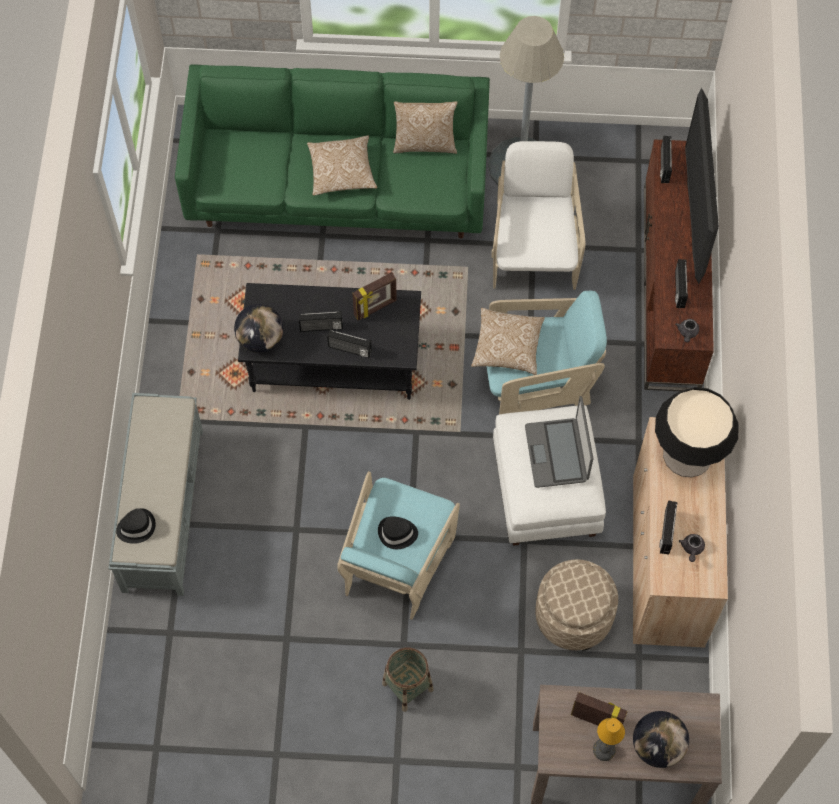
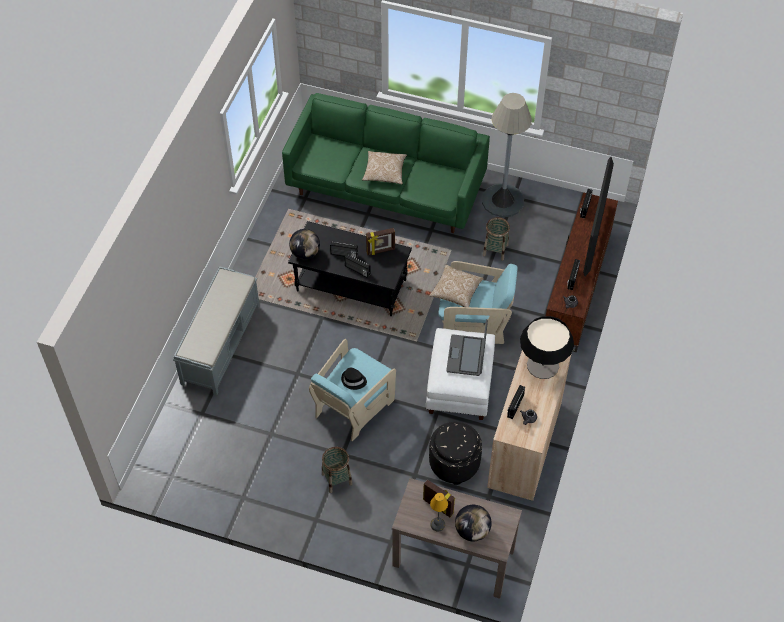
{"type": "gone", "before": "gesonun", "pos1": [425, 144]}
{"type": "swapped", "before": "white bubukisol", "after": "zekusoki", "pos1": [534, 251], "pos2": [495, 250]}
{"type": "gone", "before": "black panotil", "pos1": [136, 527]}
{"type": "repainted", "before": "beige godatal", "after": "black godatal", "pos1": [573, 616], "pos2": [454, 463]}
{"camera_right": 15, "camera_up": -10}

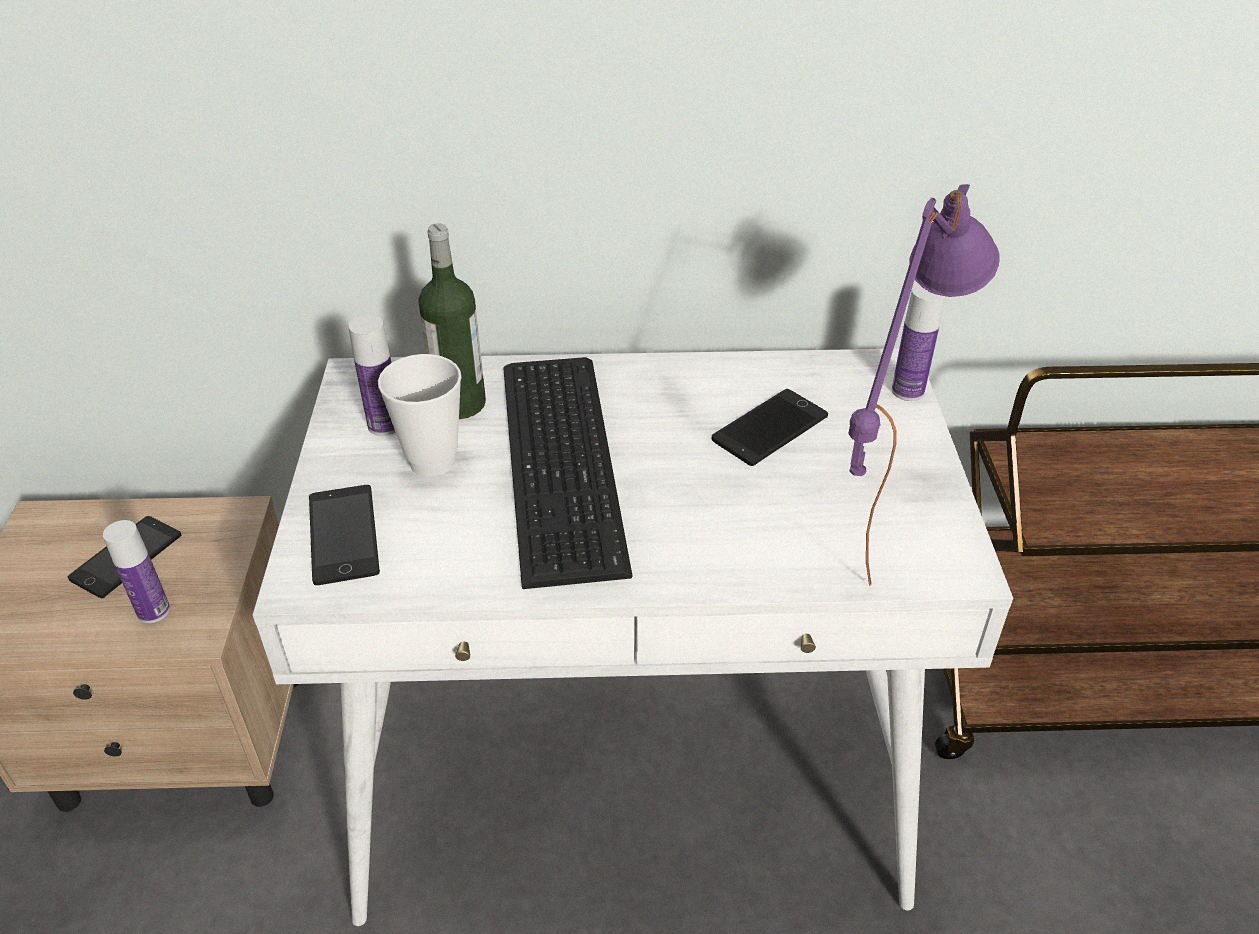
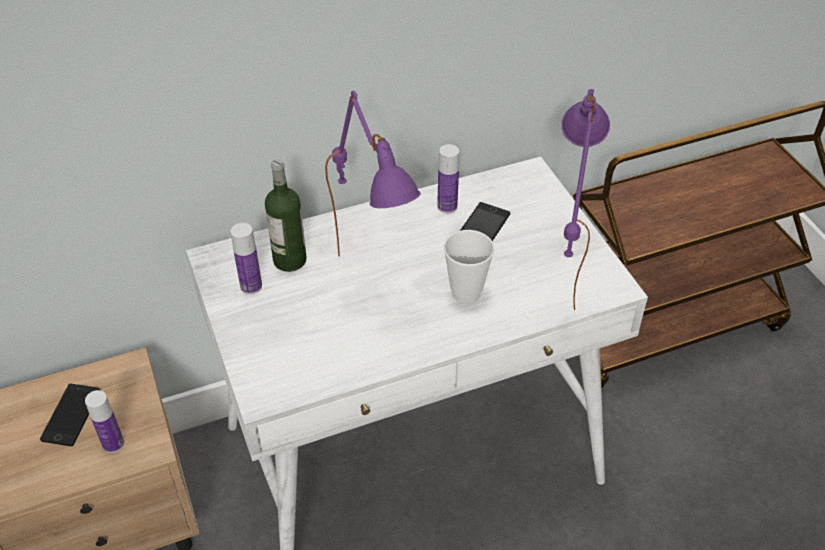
{"type": "shifted", "before": "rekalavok", "pos1": [907, 391], "pos2": [447, 206]}
{"type": "shifted", "before": "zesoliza", "pos1": [432, 461], "pos2": [466, 293]}
{"type": "swapped", "before": "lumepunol", "after": "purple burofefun", "pos1": [566, 460], "pos2": [374, 280]}
{"type": "gone", "before": "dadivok", "pos1": [343, 535]}
{"camera_right": -20, "camera_up": 5}

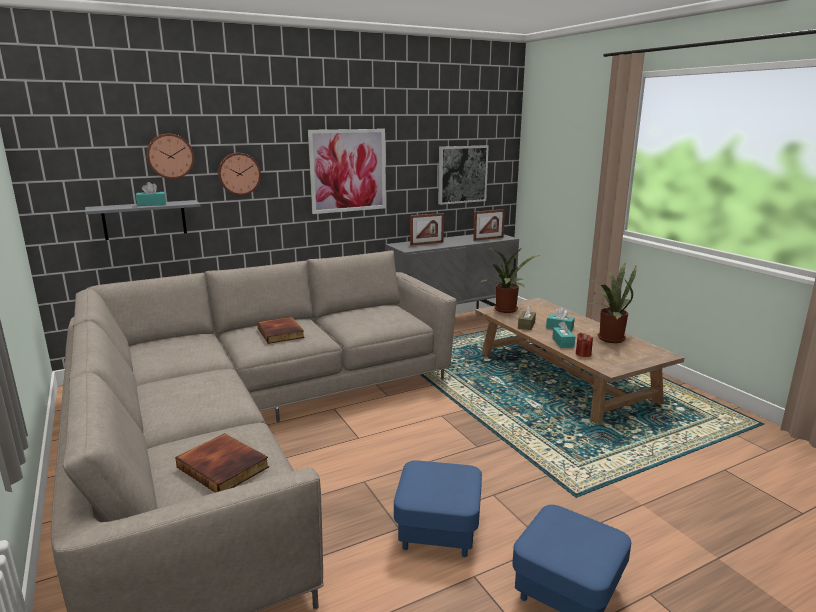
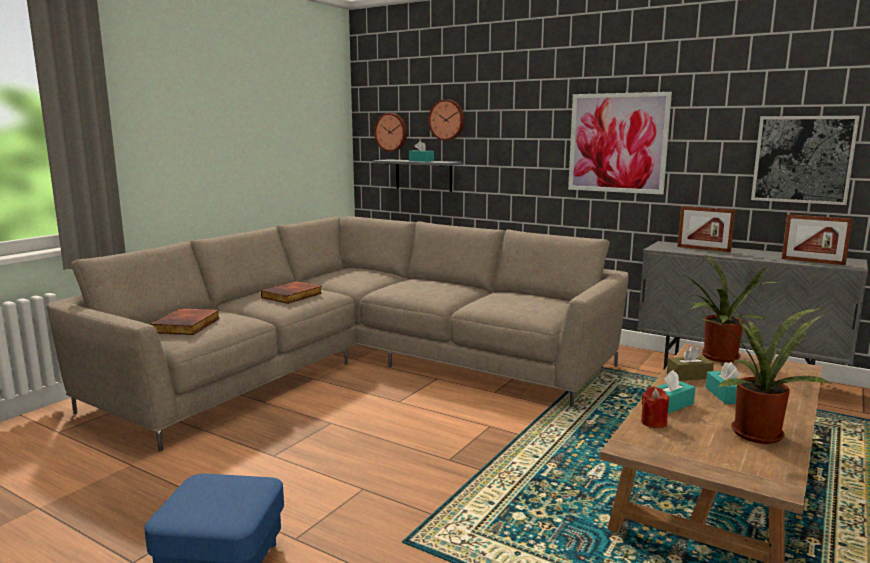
{"type": "shifted", "before": "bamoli", "pos1": [239, 173], "pos2": [391, 132]}
{"type": "shifted", "before": "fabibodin", "pos1": [282, 333], "pos2": [292, 296]}
{"type": "gone", "before": "blue godatal", "pos1": [438, 531]}
{"camera_right": 60, "camera_up": -5}

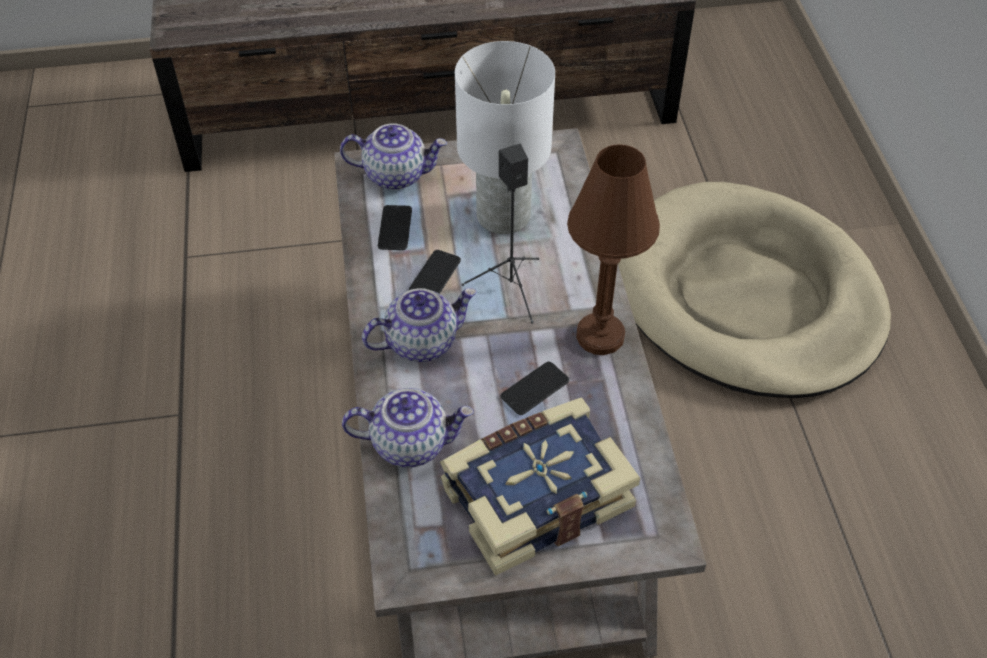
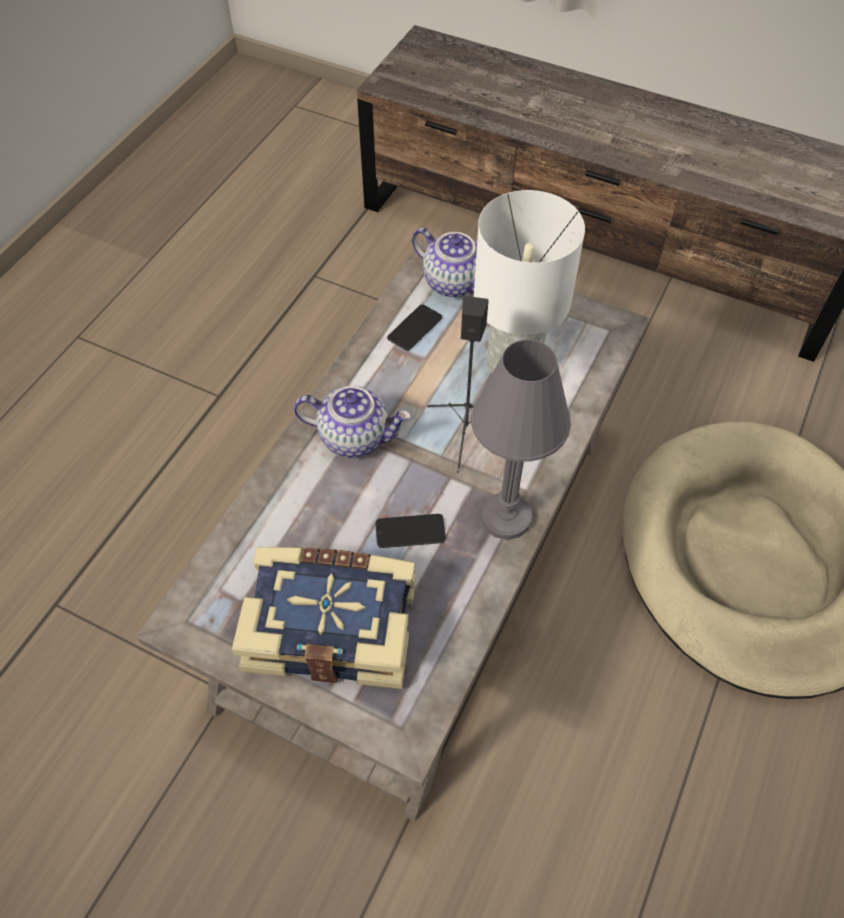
{"type": "repainted", "before": "brown burofefun", "after": "grey burofefun", "pos1": [600, 336], "pos2": [506, 518]}
{"type": "gone", "before": "dadivok", "pos1": [435, 276]}
{"type": "gone", "before": "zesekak", "pos1": [411, 443]}
{"camera_right": 35, "camera_up": 5}

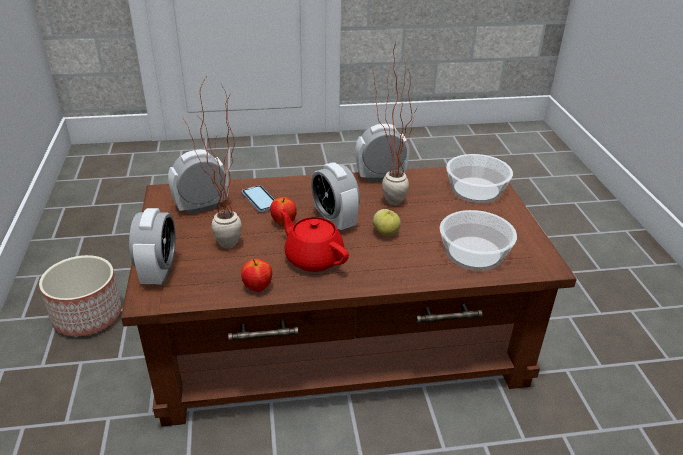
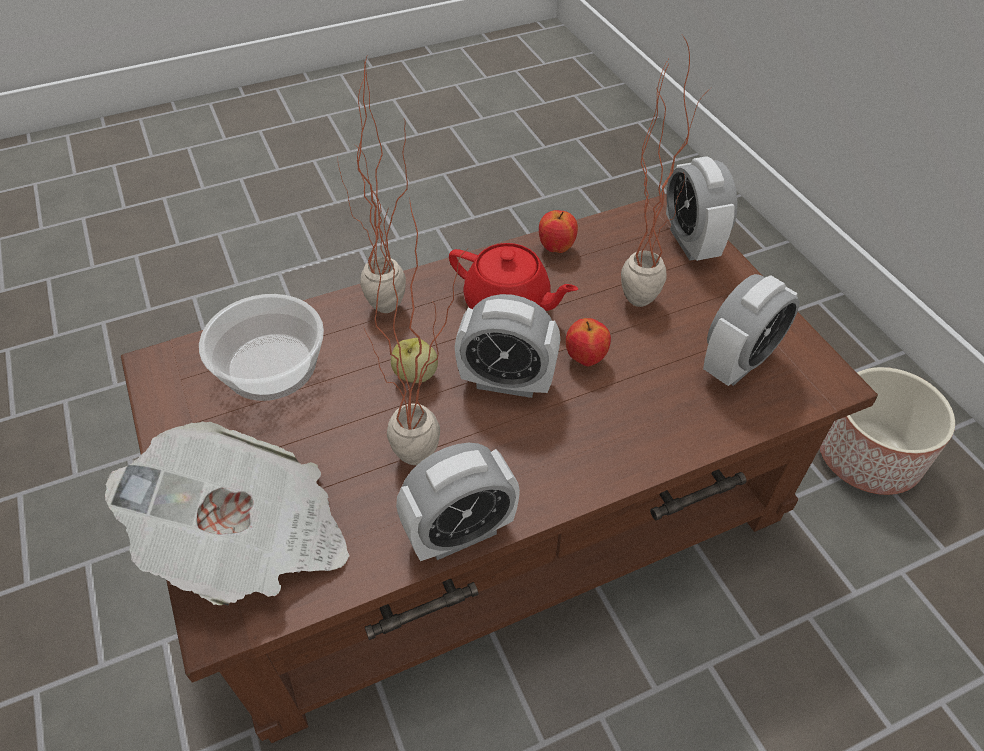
{"type": "swapped", "before": "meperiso", "after": "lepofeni", "pos1": [475, 190], "pos2": [251, 539]}
{"type": "rotated", "before": "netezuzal", "pos1": [334, 221], "pos2": [506, 382], "turn": 150}
{"type": "gone", "before": "dadivok", "pos1": [260, 200]}
{"type": "new", "after": "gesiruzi", "pos2": [392, 315]}
{"camera_right": 165, "camera_up": 15}

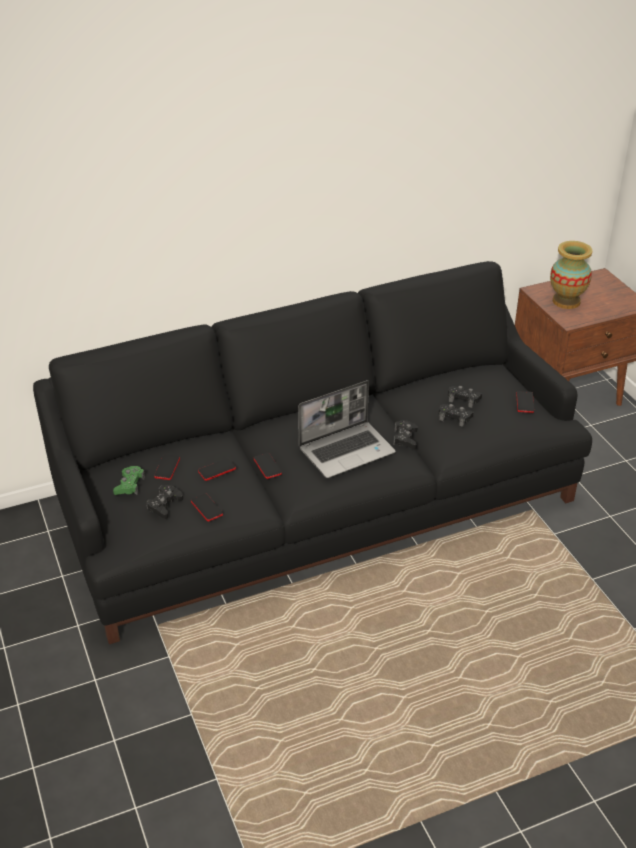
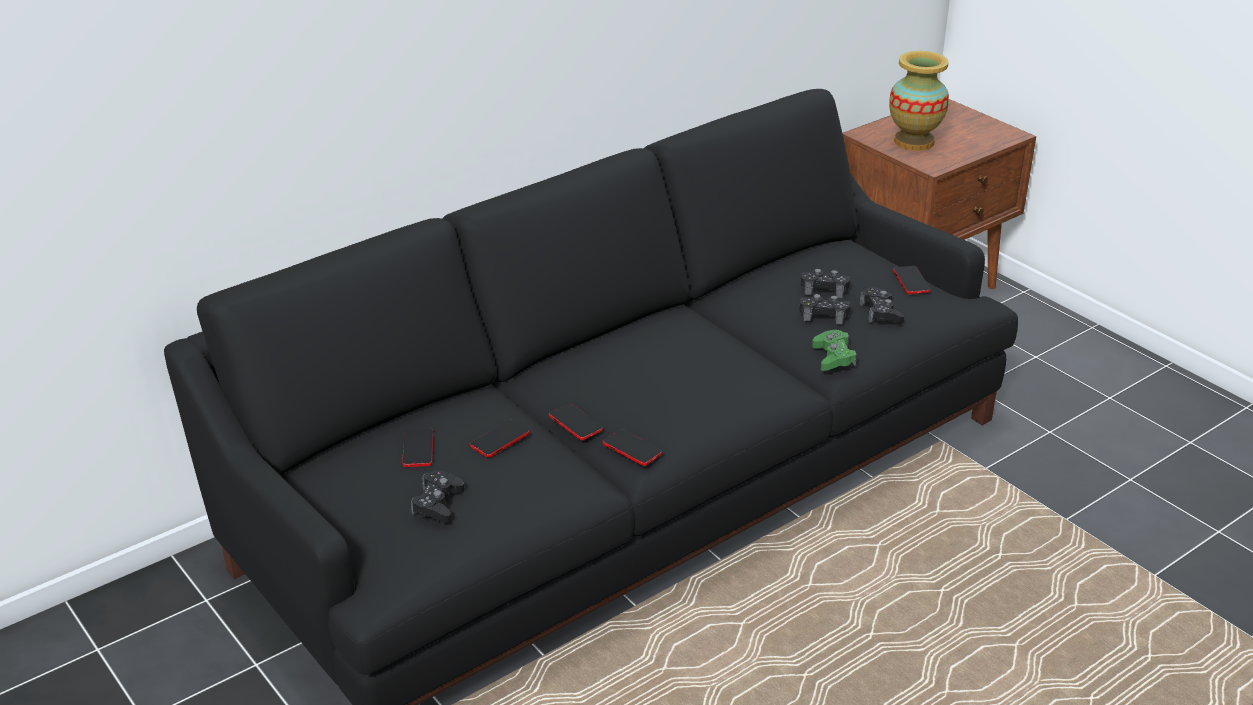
{"type": "gone", "before": "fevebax", "pos1": [347, 450]}
{"type": "shifted", "before": "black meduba", "pos1": [405, 438], "pos2": [880, 312]}
{"type": "shifted", "before": "green meduba", "pos1": [129, 485], "pos2": [833, 357]}
{"type": "shifted", "before": "dadivok", "pos1": [206, 508], "pos2": [632, 448]}
{"camera_right": -15, "camera_up": -5}

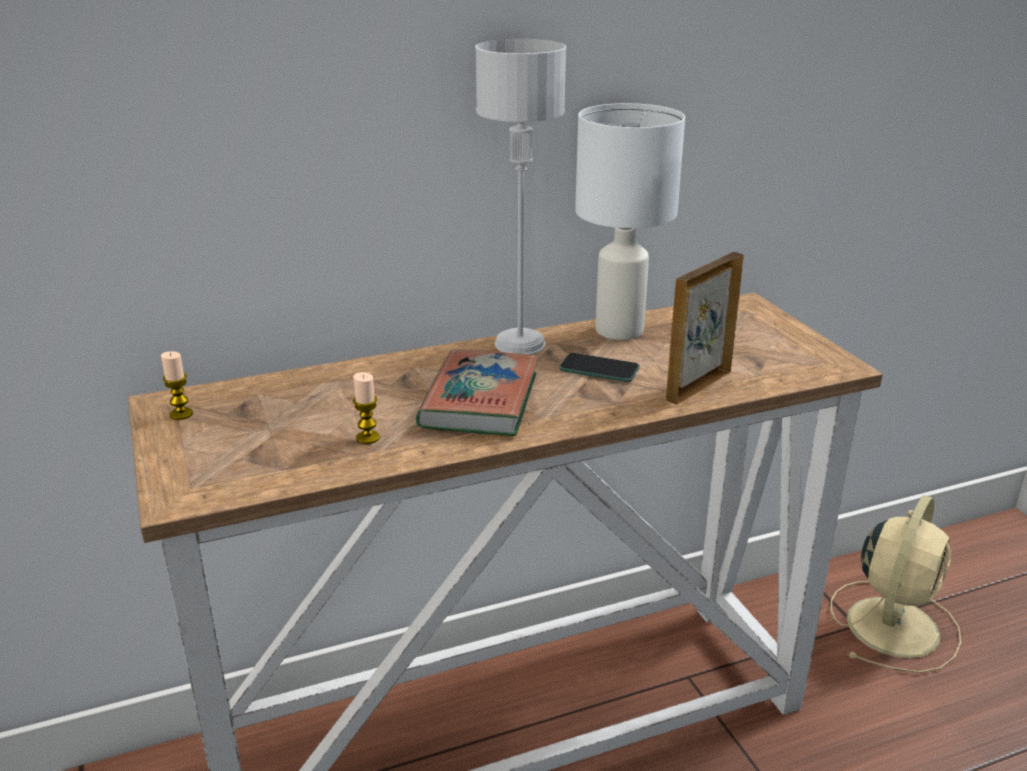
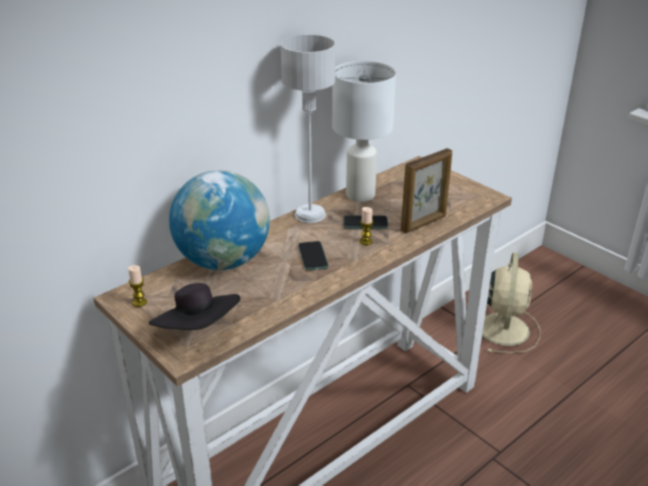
{"type": "rotated", "before": "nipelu", "pos1": [697, 386], "pos2": [424, 223], "turn": -150}
{"type": "swapped", "before": "fabibodin", "after": "dadivok", "pos1": [480, 401], "pos2": [313, 256]}
{"type": "shifted", "before": "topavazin", "pos1": [368, 438], "pos2": [366, 241]}
{"type": "new", "after": "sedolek", "pos2": [223, 261]}
{"type": "new", "after": "black panotil", "pos2": [199, 330]}
{"camera_right": -20, "camera_up": 5}

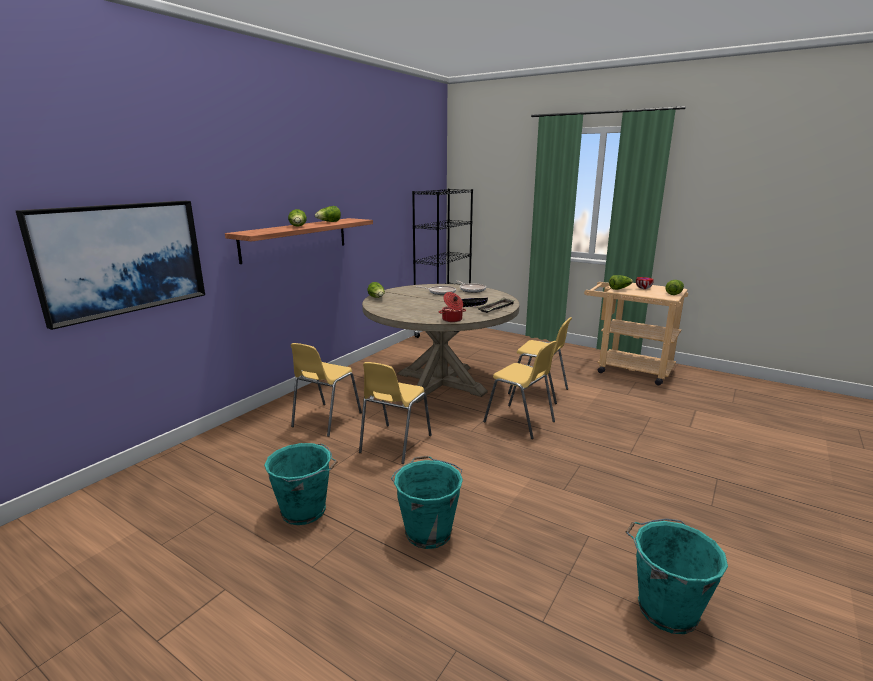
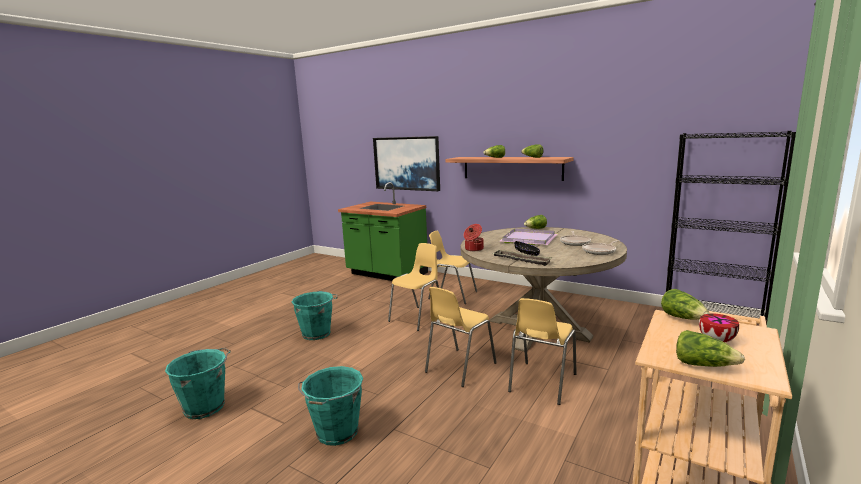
{"type": "rotated", "before": "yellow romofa", "pos1": [394, 444], "pos2": [418, 318], "turn": 105}
{"type": "shifted", "before": "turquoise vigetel", "pos1": [305, 511], "pos2": [336, 433]}
{"type": "new", "after": "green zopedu", "pos2": [386, 274]}
{"type": "new", "after": "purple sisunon", "pos2": [530, 239]}
{"camera_right": 90, "camera_up": -5}

